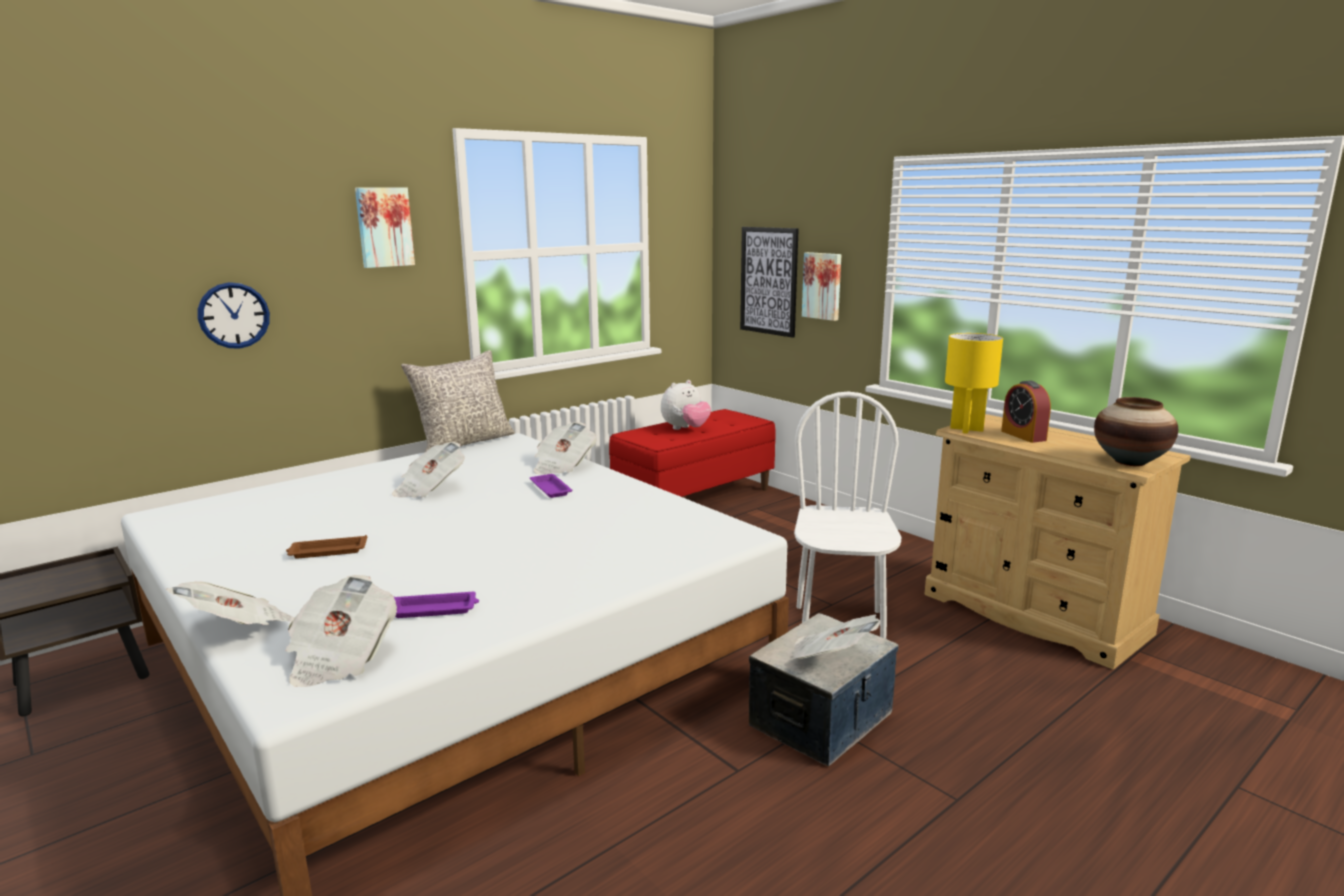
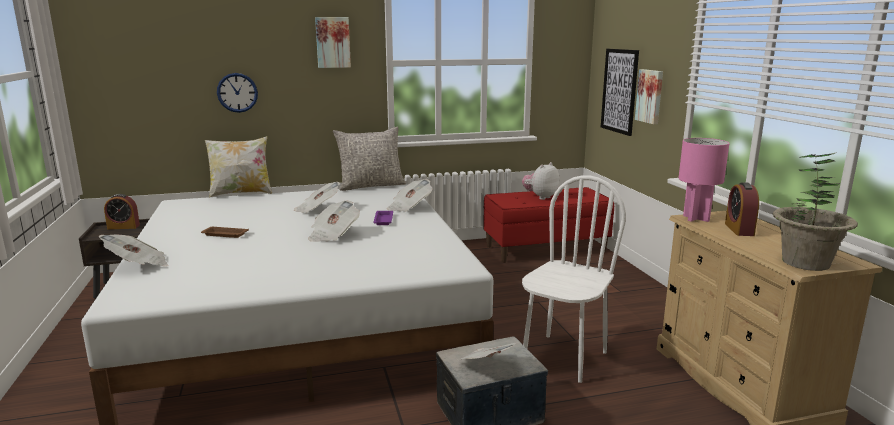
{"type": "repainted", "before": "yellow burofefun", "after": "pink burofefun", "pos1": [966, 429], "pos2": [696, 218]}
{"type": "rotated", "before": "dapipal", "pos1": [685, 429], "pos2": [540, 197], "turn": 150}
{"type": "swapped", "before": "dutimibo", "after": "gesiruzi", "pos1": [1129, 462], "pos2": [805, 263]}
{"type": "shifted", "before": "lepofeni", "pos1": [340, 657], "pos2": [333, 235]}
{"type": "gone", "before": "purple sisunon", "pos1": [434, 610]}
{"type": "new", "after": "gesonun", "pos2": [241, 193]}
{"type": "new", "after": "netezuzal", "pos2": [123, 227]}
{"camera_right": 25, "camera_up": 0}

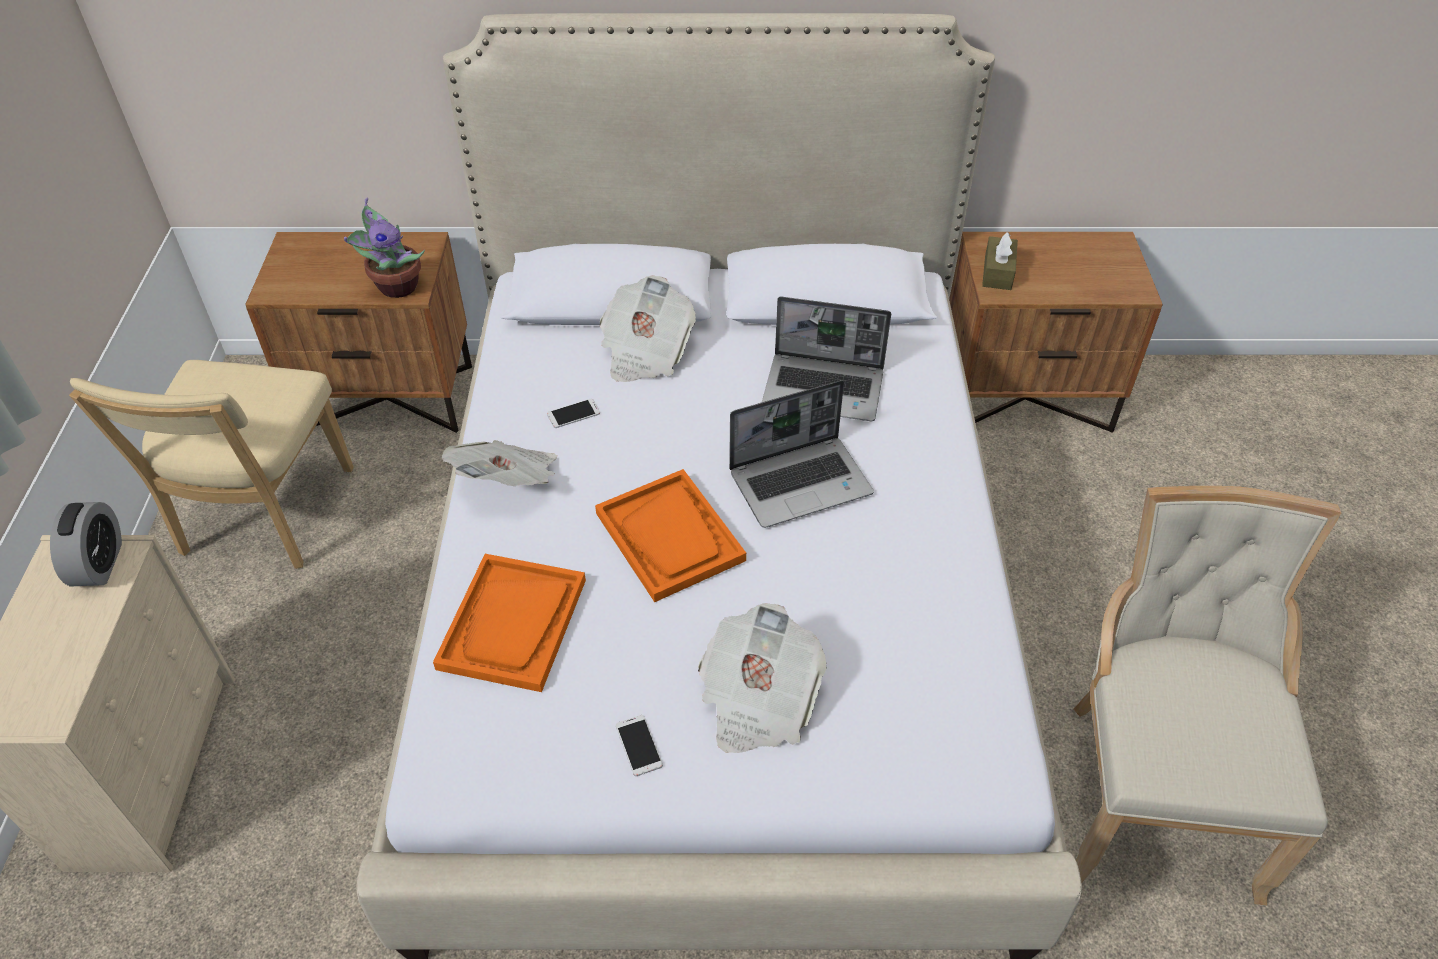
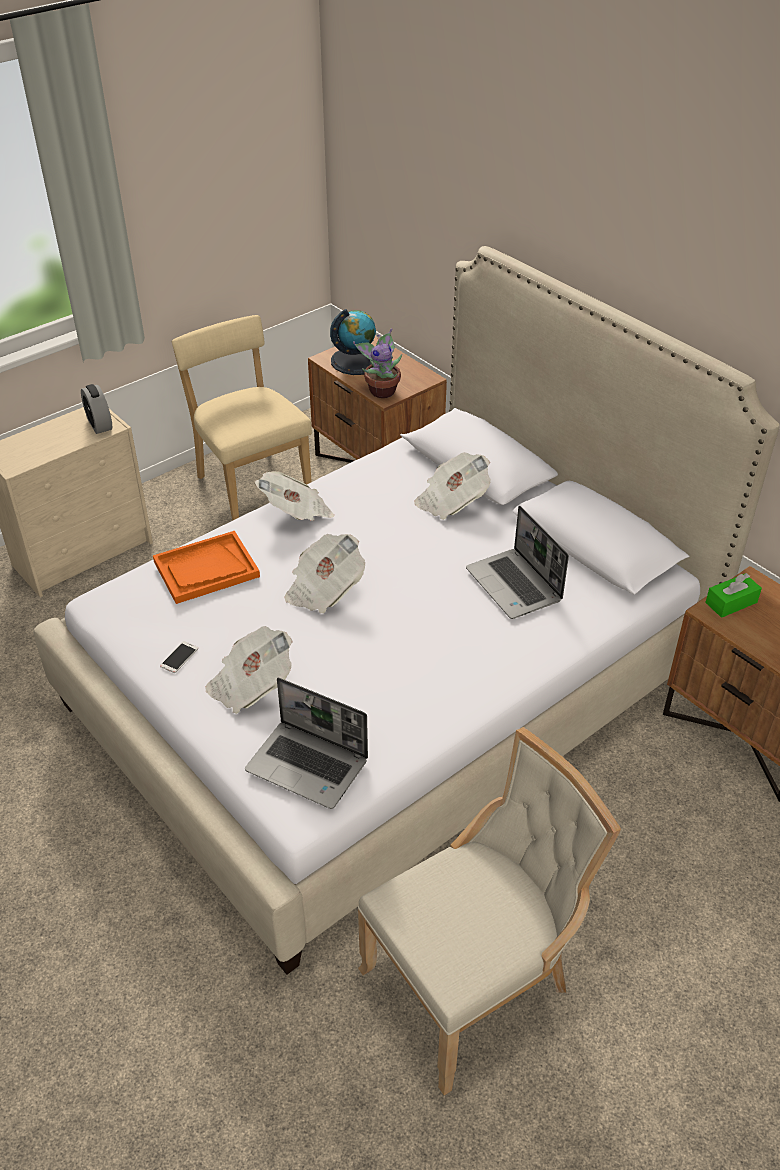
{"type": "repainted", "before": "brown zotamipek", "after": "green zotamipek", "pos1": [998, 272], "pos2": [731, 602]}
{"type": "rotated", "before": "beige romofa", "pos1": [263, 517], "pos2": [251, 483], "turn": 90}
{"type": "shifted", "before": "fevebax", "pos1": [801, 482], "pos2": [309, 765]}
{"type": "gone", "before": "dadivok", "pos1": [573, 414]}
{"type": "swapped", "before": "orange sisunon", "after": "lepofeni", "pos1": [670, 537], "pos2": [324, 589]}
{"type": "rotated", "before": "netezuzal", "pos1": [99, 564], "pos2": [99, 424], "turn": 105}
{"type": "new", "after": "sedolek", "pos2": [357, 360]}
{"camera_right": 50, "camera_up": -5}

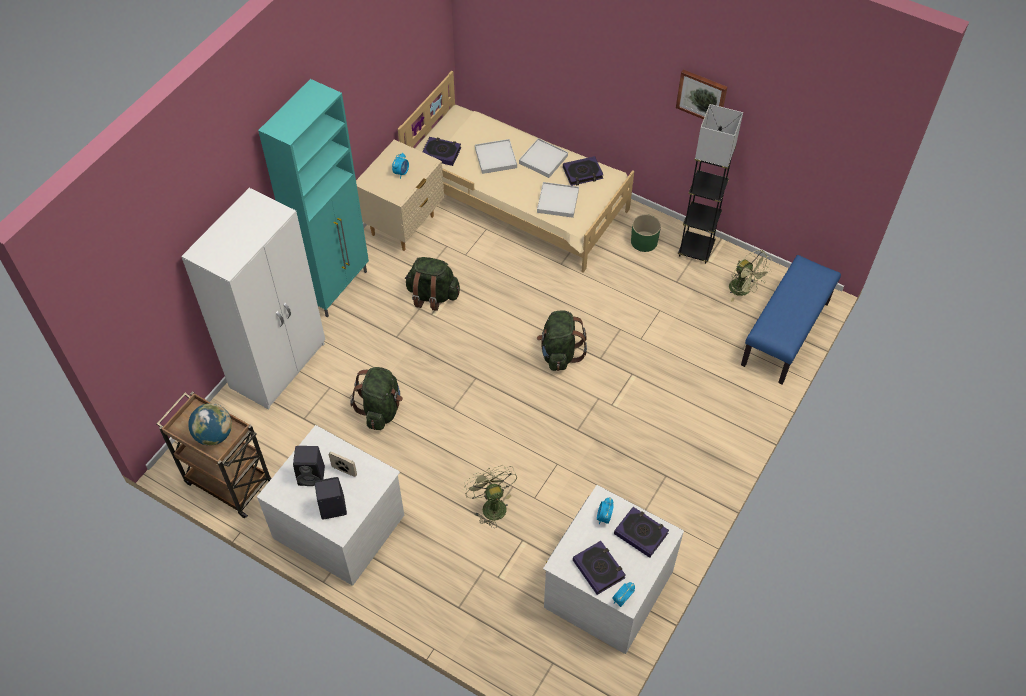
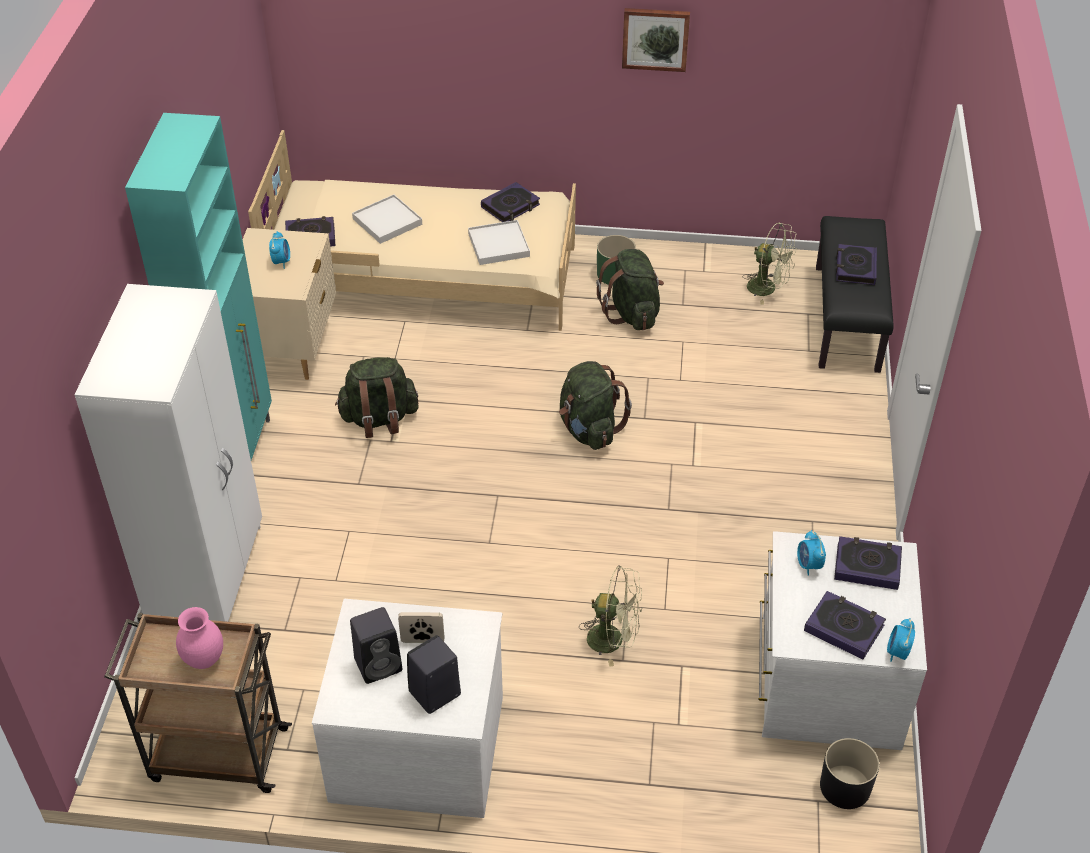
{"type": "gone", "before": "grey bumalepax", "pos1": [696, 250]}
{"type": "gone", "before": "white sisunon", "pos1": [543, 159]}
{"type": "repainted", "before": "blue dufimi", "after": "black dufimi", "pos1": [786, 334], "pos2": [848, 319]}
{"type": "shifted", "before": "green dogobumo", "pos1": [381, 409], "pos2": [632, 313]}
{"type": "swapped", "before": "sedolek", "after": "pink dutimibo", "pos1": [214, 435], "pos2": [205, 659]}
{"type": "rotated", "before": "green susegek", "pos1": [491, 505], "pos2": [613, 639], "turn": 150}
{"type": "new", "after": "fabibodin", "pos2": [855, 268]}
{"type": "new", "after": "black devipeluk", "pos2": [845, 787]}
{"camera_right": -25, "camera_up": -10}

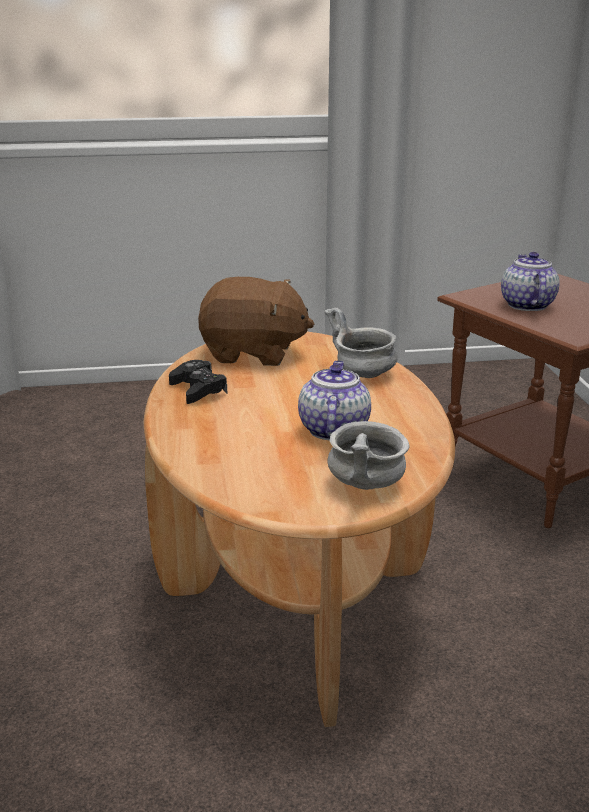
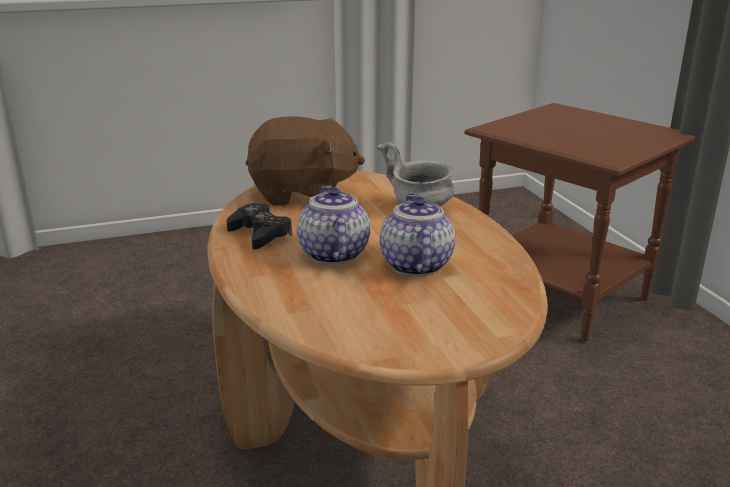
{"type": "shifted", "before": "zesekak", "pos1": [526, 305], "pos2": [333, 253]}
{"type": "gone", "before": "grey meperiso", "pos1": [367, 485]}
{"camera_right": -10, "camera_up": 0}

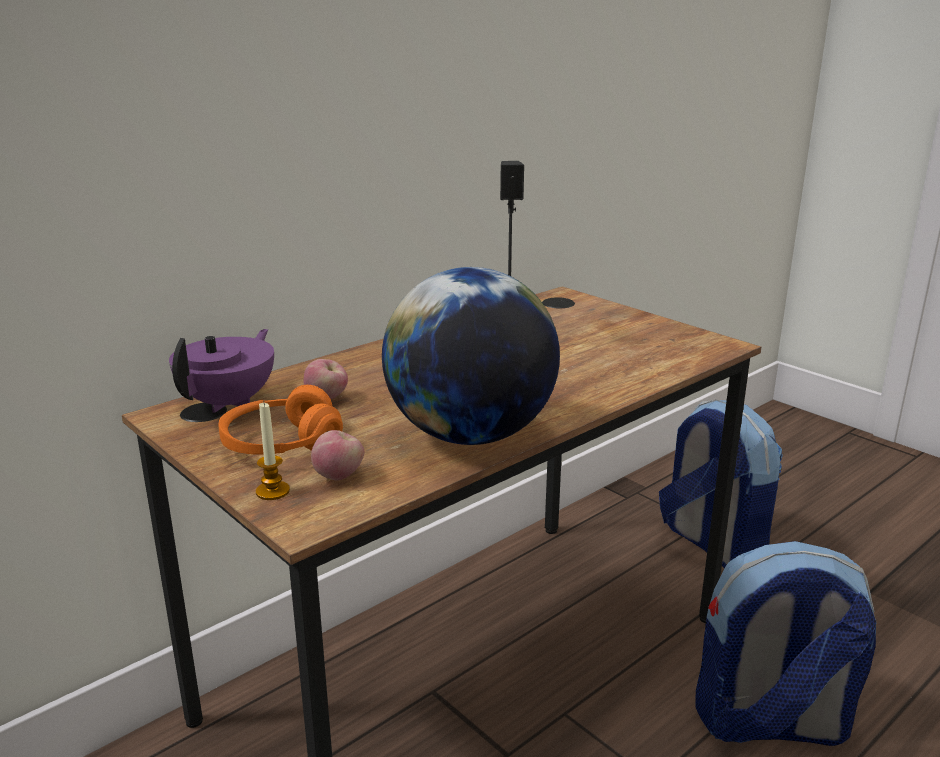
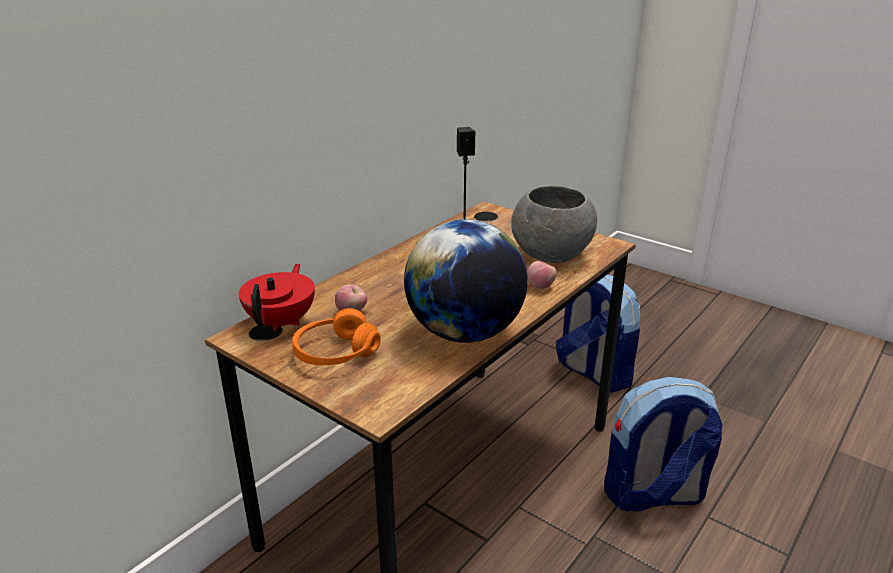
{"type": "repainted", "before": "purple zesekak", "after": "red zesekak", "pos1": [230, 402], "pos2": [282, 322]}
{"type": "gone", "before": "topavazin", "pos1": [272, 491]}
{"type": "shifted", "before": "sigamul", "pos1": [339, 476], "pos2": [540, 287]}
{"type": "new", "after": "grey meperiso", "pos2": [551, 256]}
{"camera_right": -10, "camera_up": 5}

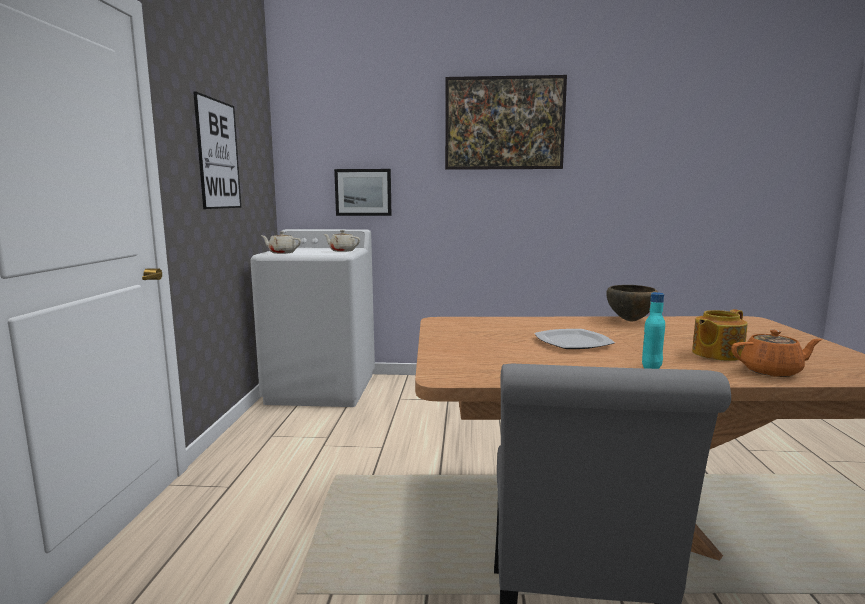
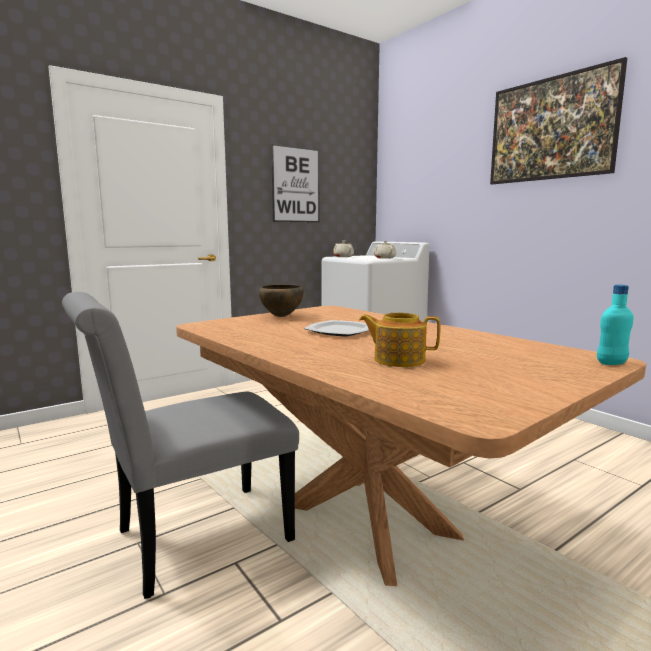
{"type": "gone", "before": "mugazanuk", "pos1": [363, 192]}
{"type": "shifted", "before": "brown meperiso", "pos1": [630, 320], "pos2": [281, 316]}
{"type": "shifted", "before": "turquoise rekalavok", "pos1": [651, 368], "pos2": [611, 363]}
{"type": "gone", "before": "orange zesekak", "pos1": [772, 371]}
{"camera_right": 50, "camera_up": 0}

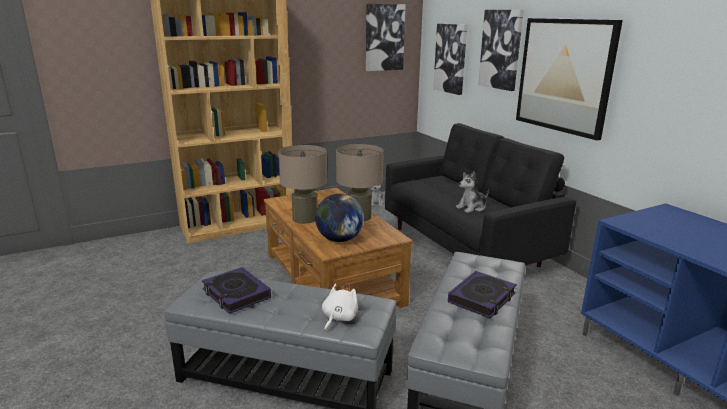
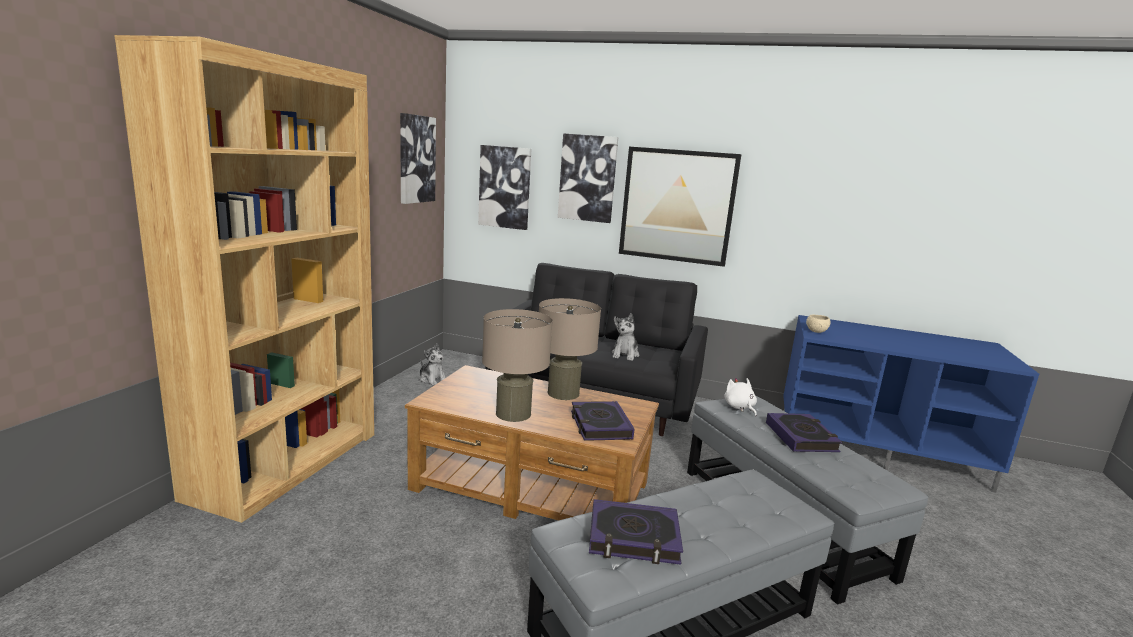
{"type": "swapped", "before": "sedolek", "after": "fabibodin", "pos1": [339, 239], "pos2": [600, 425]}
{"type": "shifted", "before": "white dapipal", "pos1": [338, 318], "pos2": [739, 407]}
{"type": "new", "after": "beige meperiso", "pos2": [816, 331]}
{"camera_right": -45, "camera_up": -5}

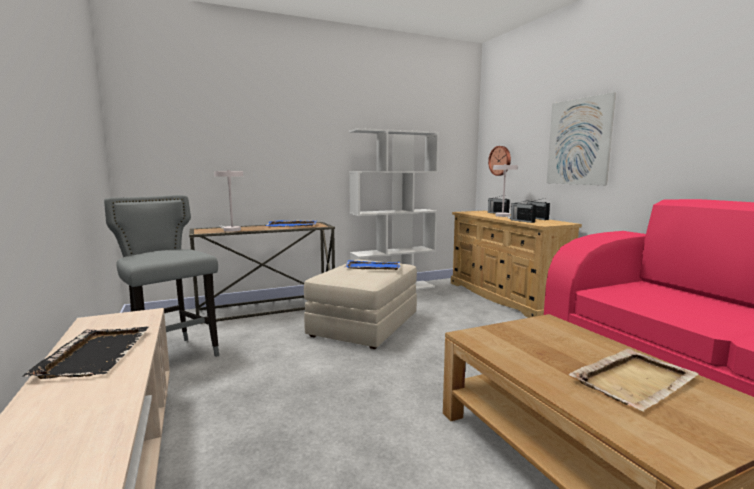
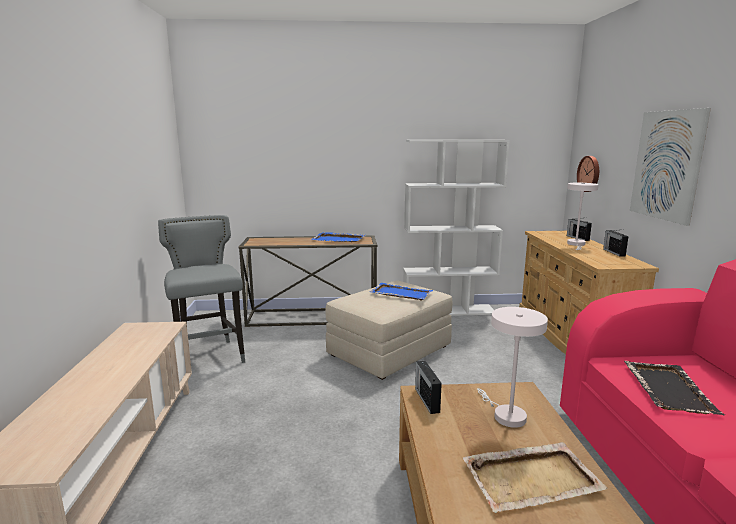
{"type": "shifted", "before": "white burofefun", "pos1": [230, 230], "pos2": [505, 415]}
{"type": "shifted", "before": "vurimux", "pos1": [522, 221], "pos2": [427, 399]}
{"type": "shifted", "before": "black sisunon", "pos1": [96, 354], "pos2": [668, 389]}
{"camera_right": 20, "camera_up": 5}

